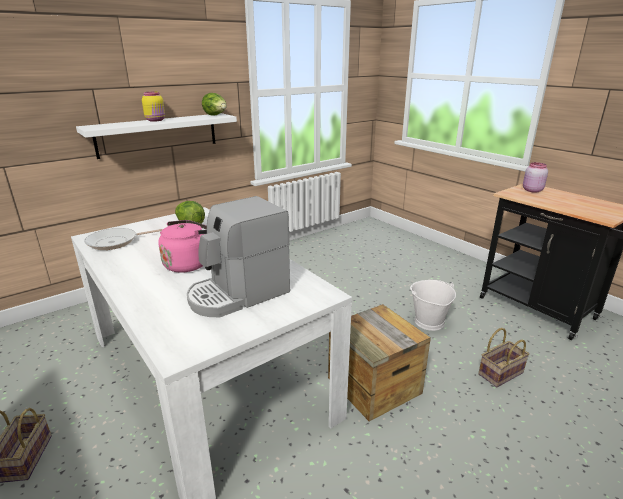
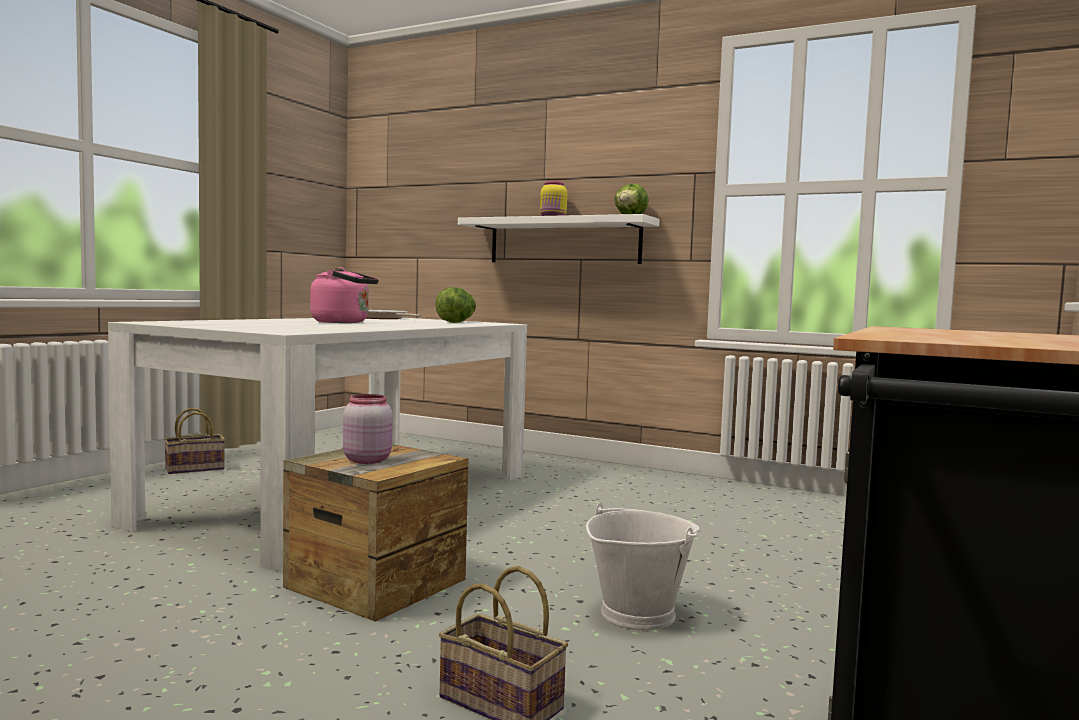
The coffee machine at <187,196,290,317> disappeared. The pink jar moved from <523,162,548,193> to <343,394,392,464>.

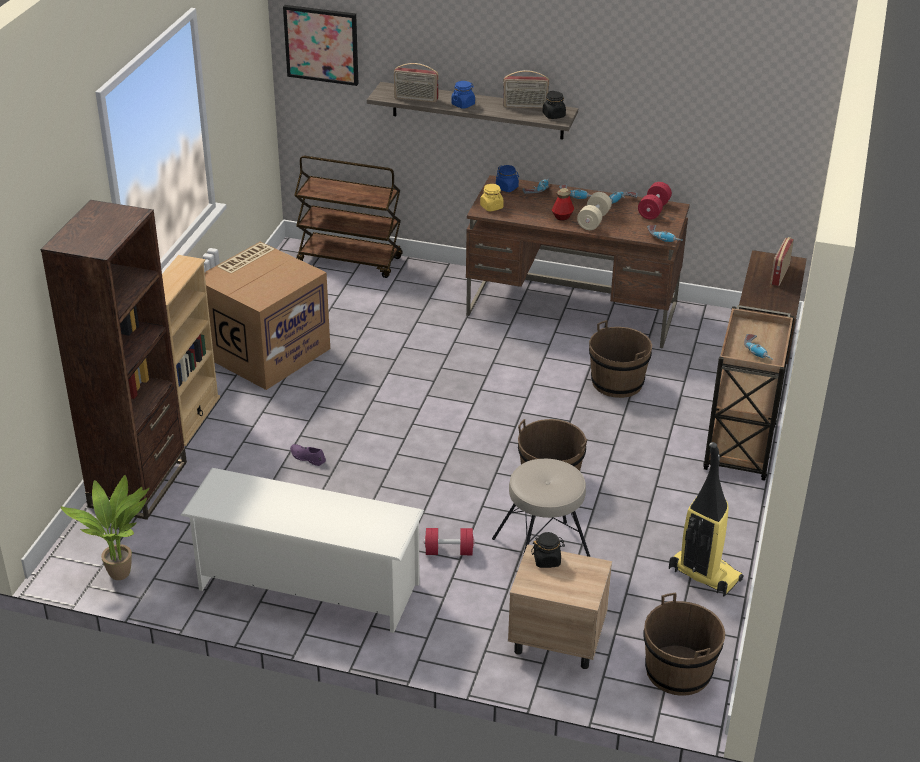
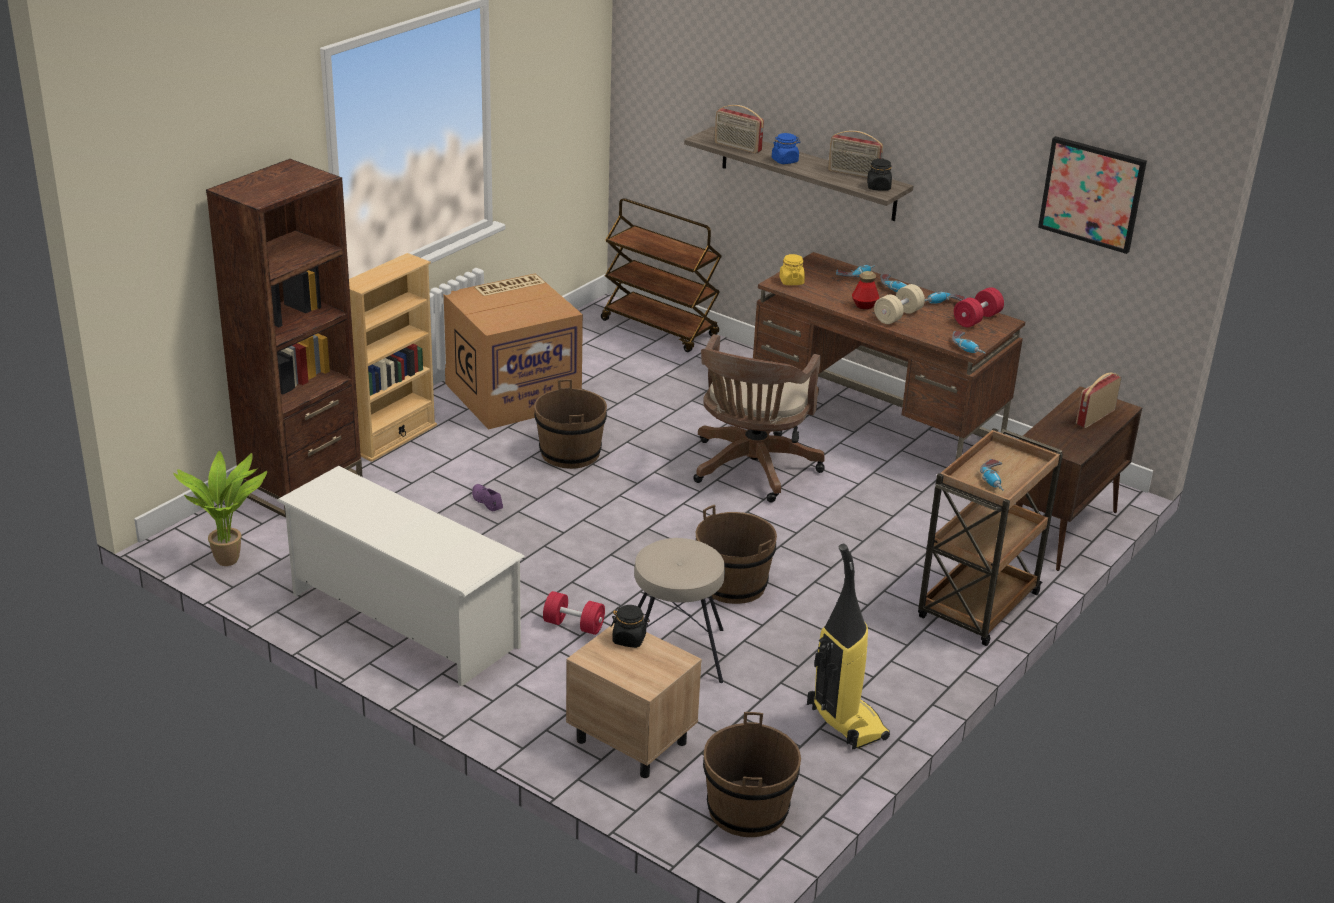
The blue jar at <496,165,519,192> disappeared. The brown office chair at <693,334,825,503> appeared. The picture moved from <283,5,358,86> to <1038,136,1147,254>. The brown bucket moved from <589,320,652,398> to <534,379,607,469>.

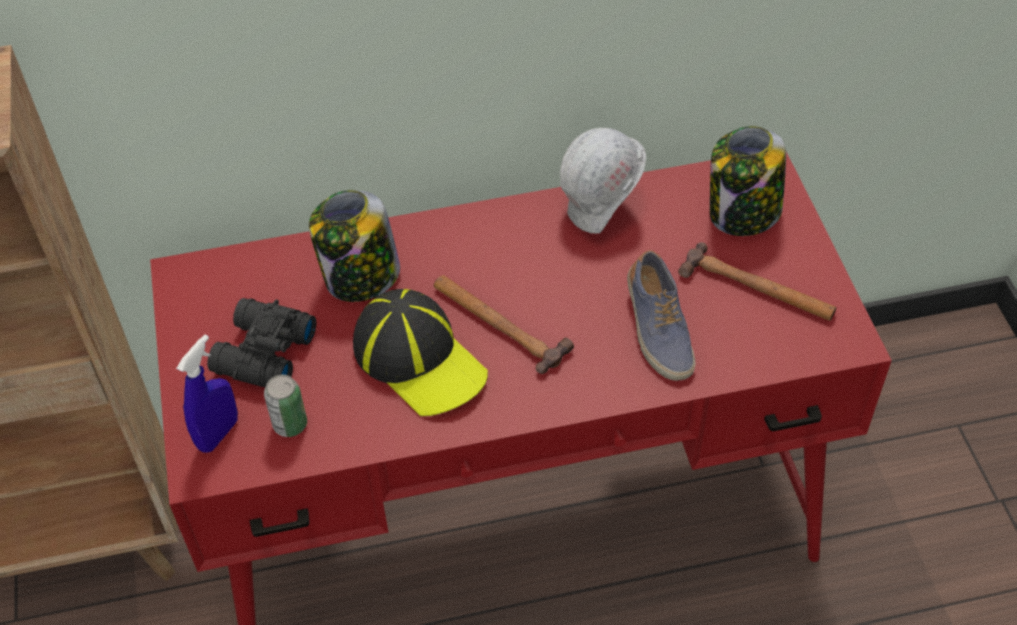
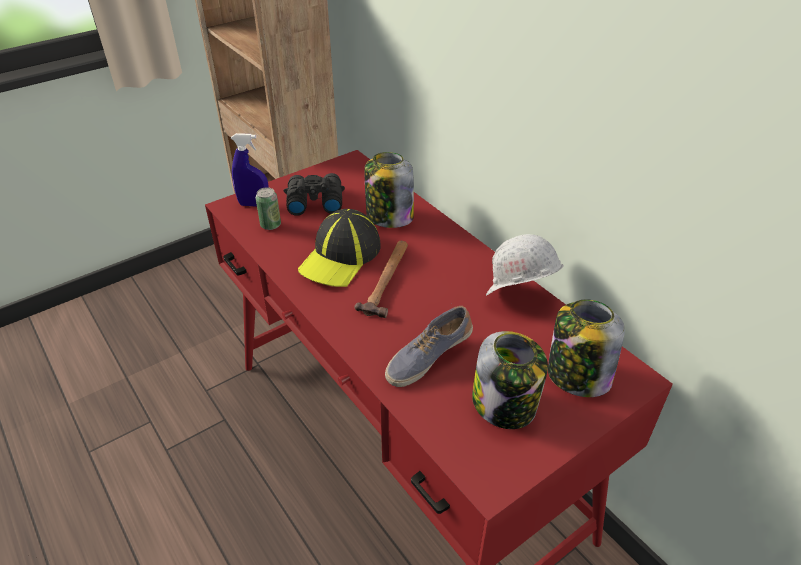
The hammer at <678,242,836,321> was replaced by the jar at <472,331,548,429>.

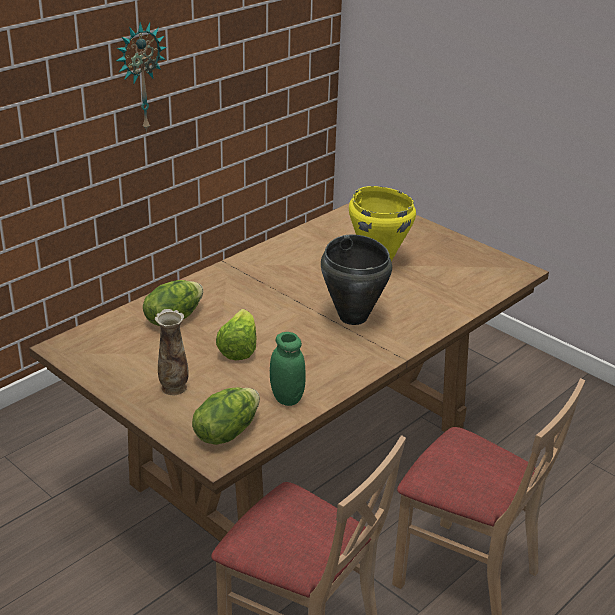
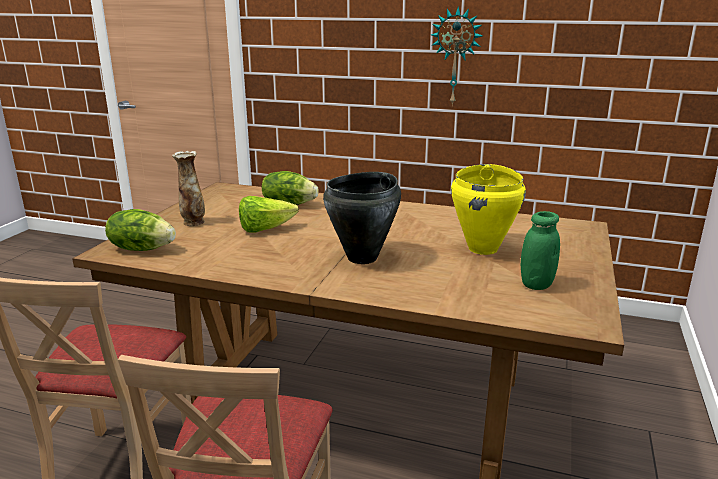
The green jar moved from <270,332,306,406> to <521,211,560,290>.

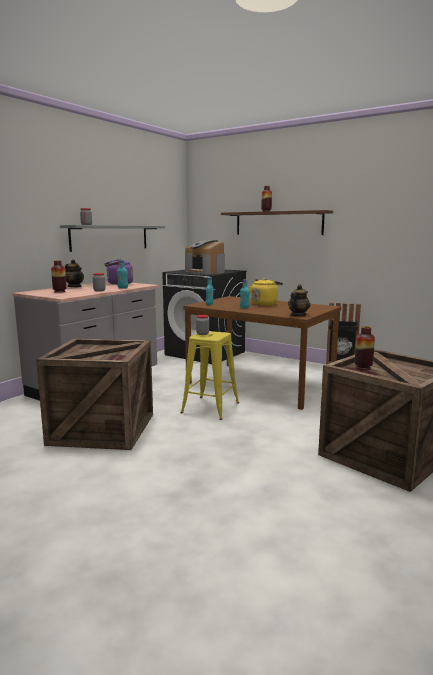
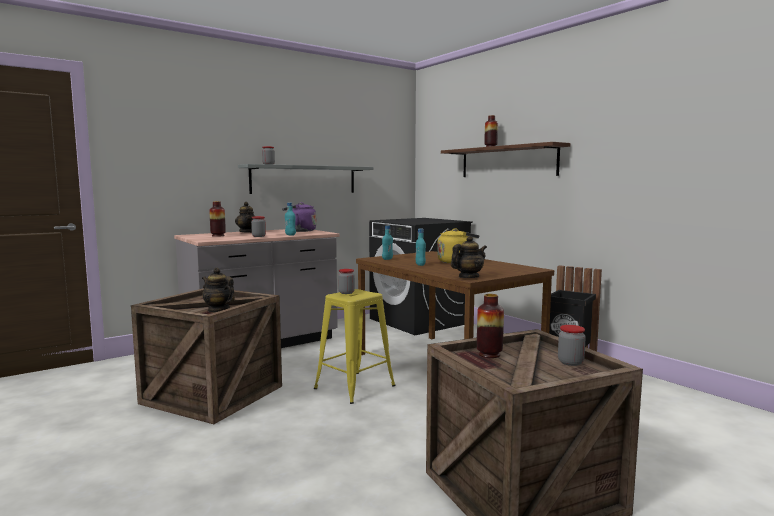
The coffee machine at <185,240,225,274> disappeared. The teapot at <202,268,235,313> appeared. The jar at <558,325,586,366> appeared.

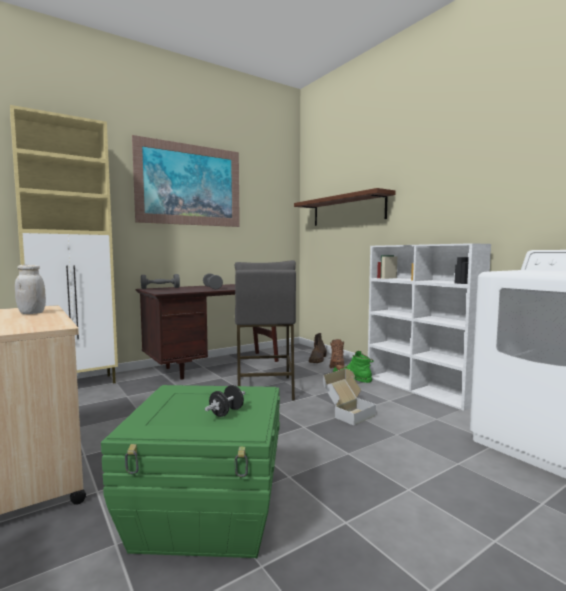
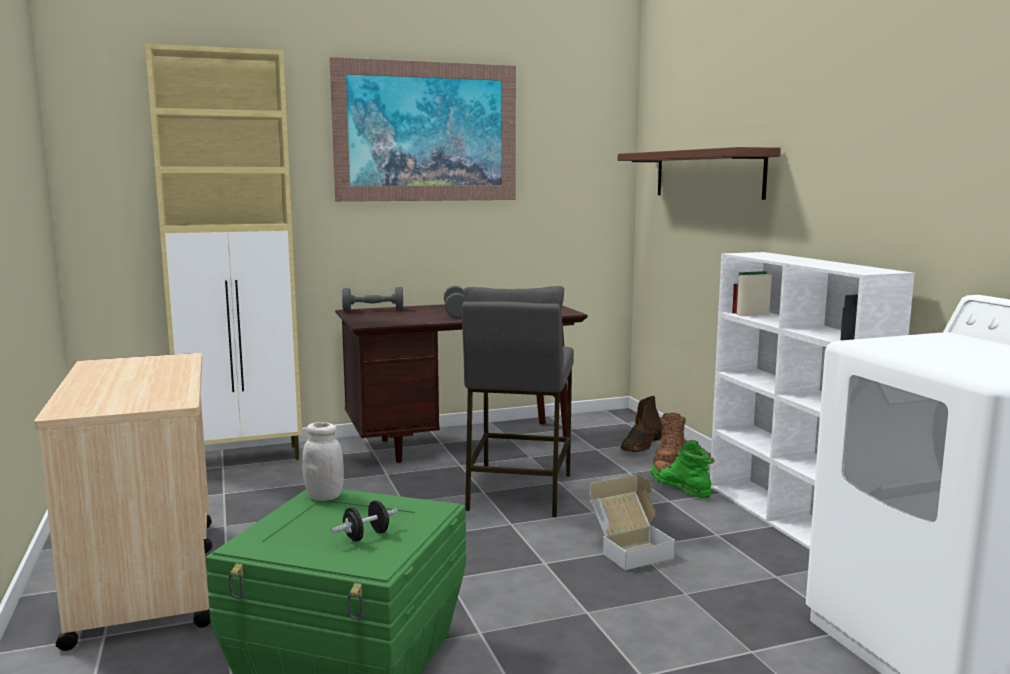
The white jar moved from <15,265,46,314> to <302,422,344,501>.

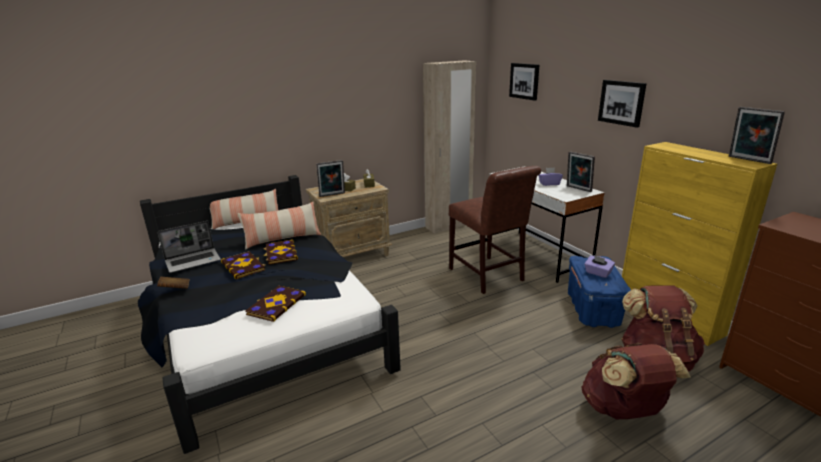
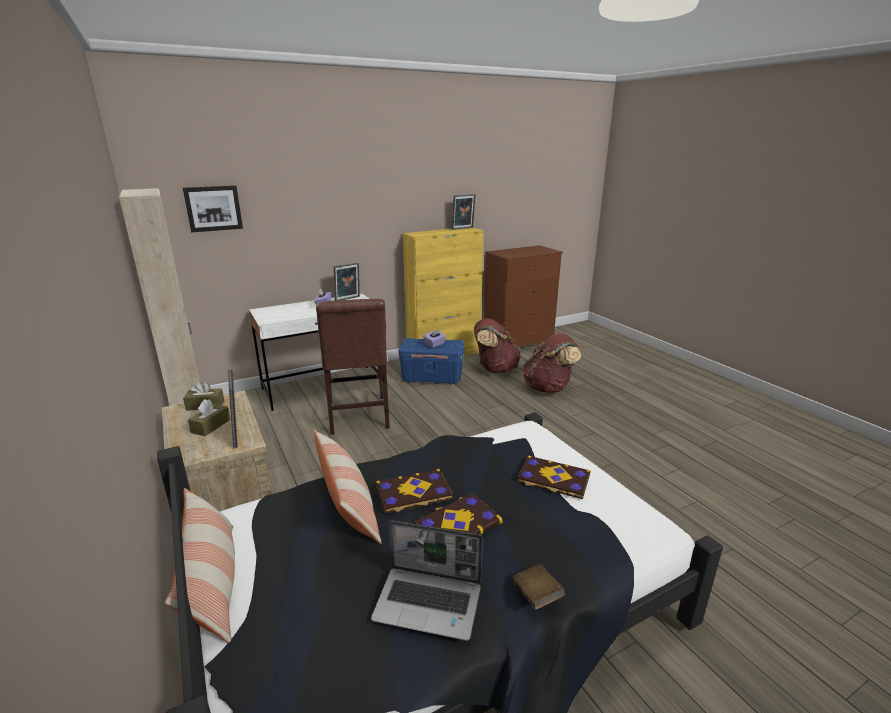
The picture at <598,80,647,128> disappeared. The laptop at <158,221,221,273> turned 135 degrees clockwise. The brown chair at <449,166,541,294> turned 105 degrees clockwise.

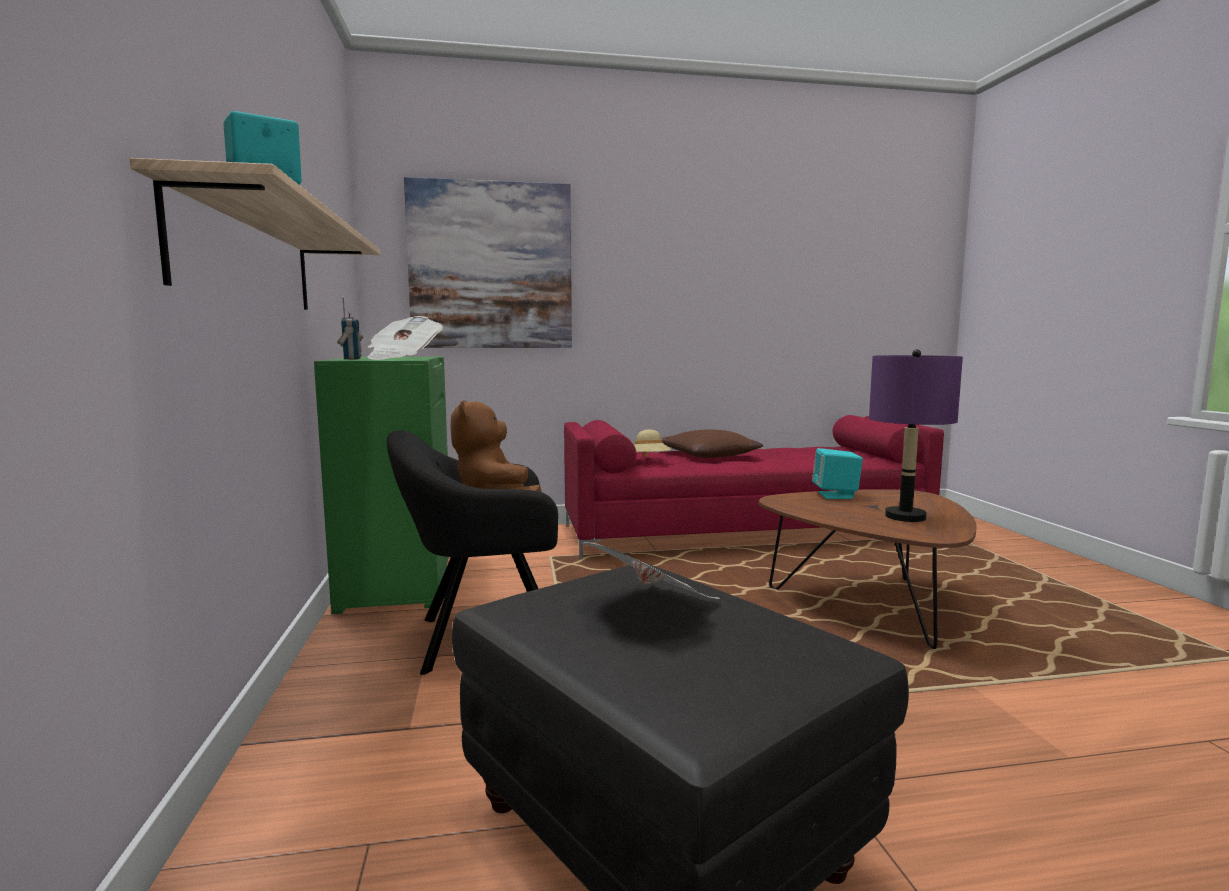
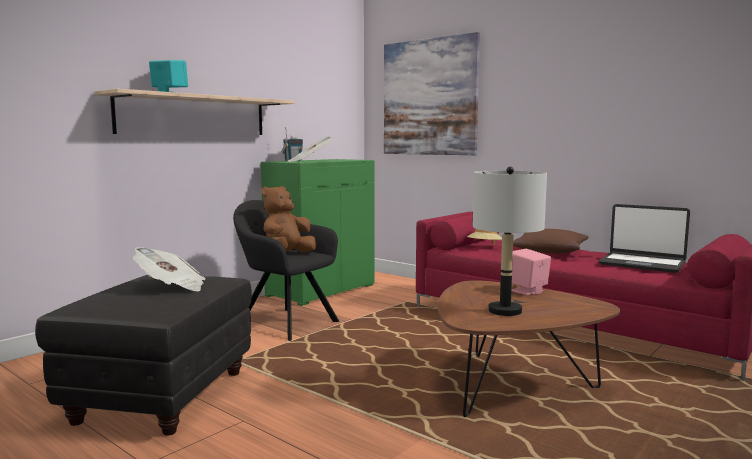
The laptop at <599,204,690,273> appeared. The turquoise speaker at <812,448,863,499> became the pink speaker at <512,249,551,295>. The purple table lamp at <869,349,963,522> became the grey table lamp at <473,167,547,316>.

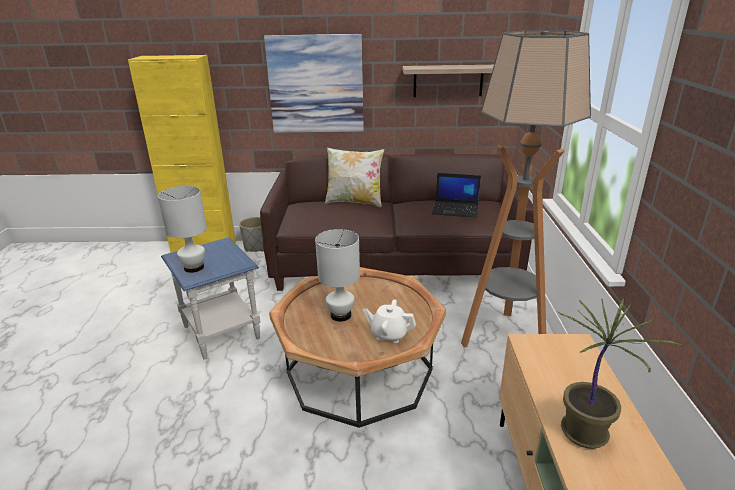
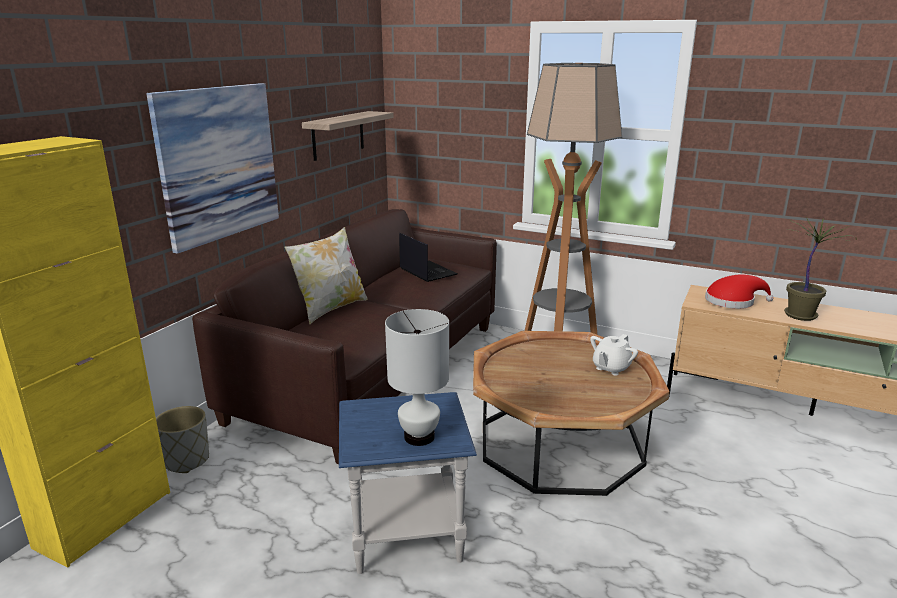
The white table lamp at <315,229,360,322> disappeared. The red hat at <705,274,773,309> appeared. The laptop at <432,173,481,218> turned 75 degrees counterclockwise.

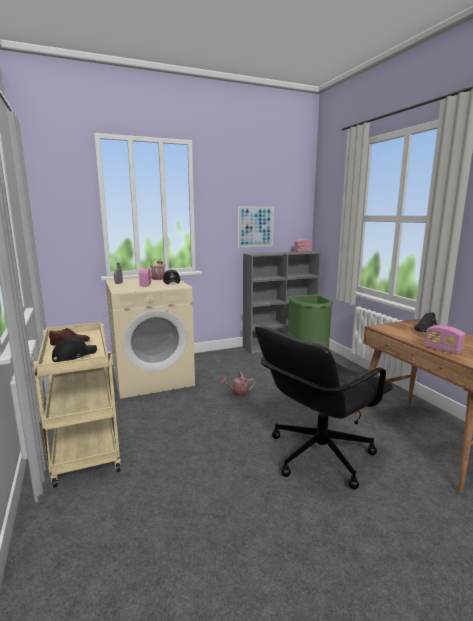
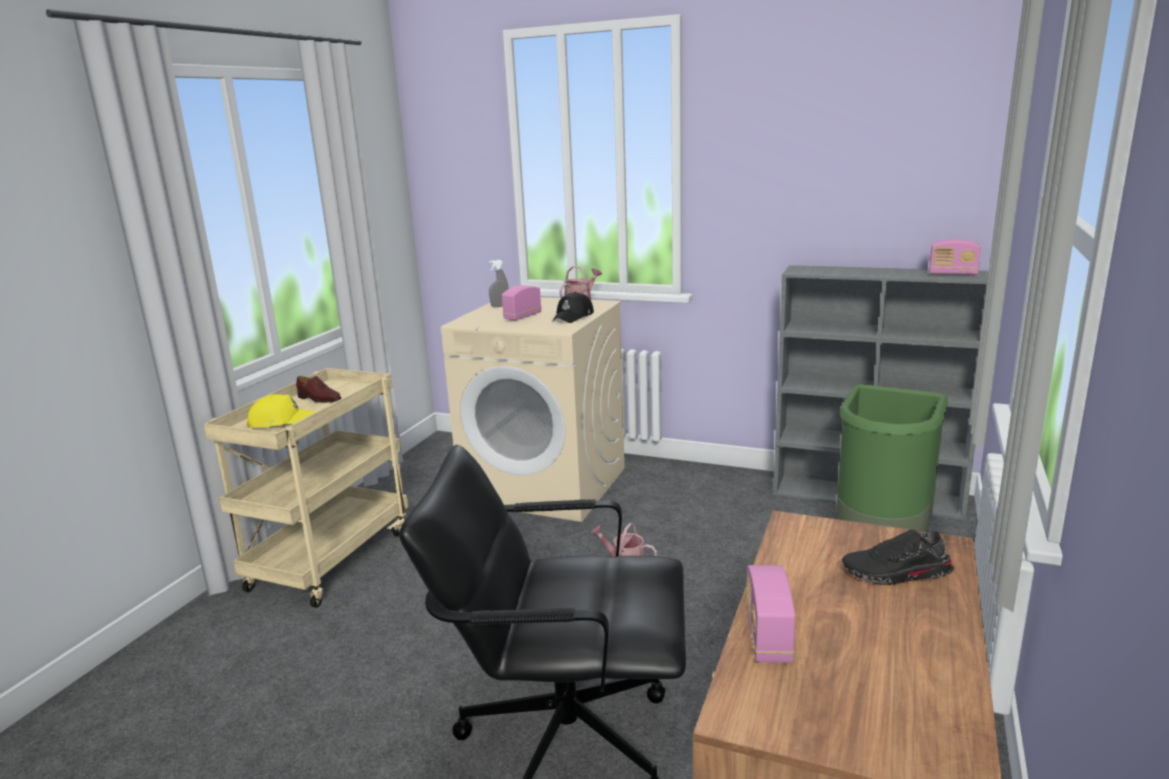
The picture at <238,206,274,247> disappeared. The black cap at <52,337,97,362> became the yellow cap at <247,394,316,428>.

